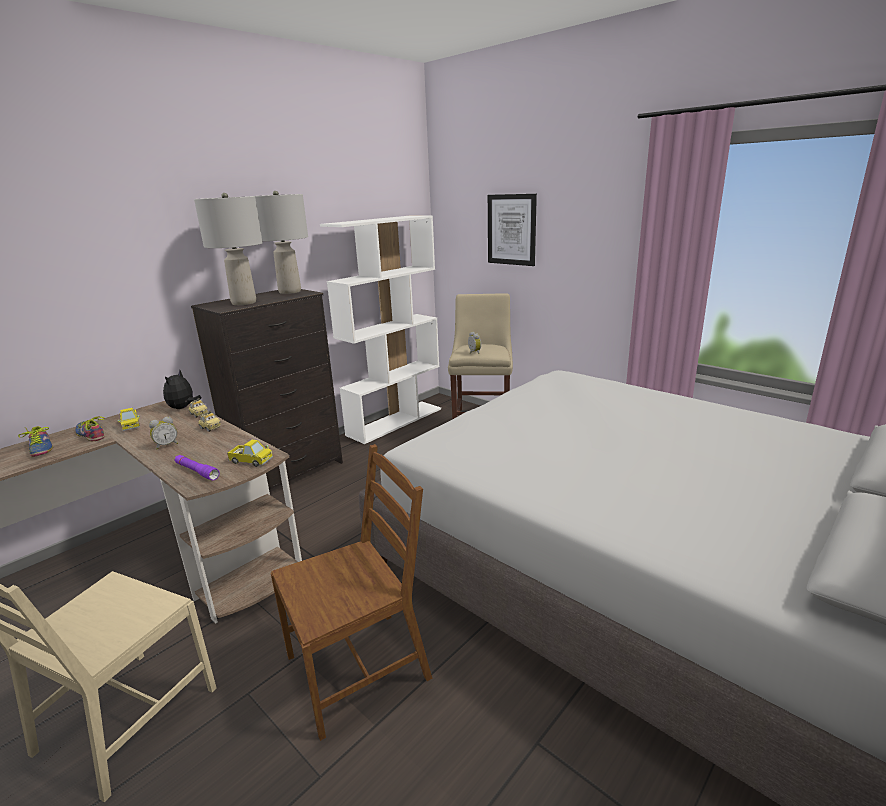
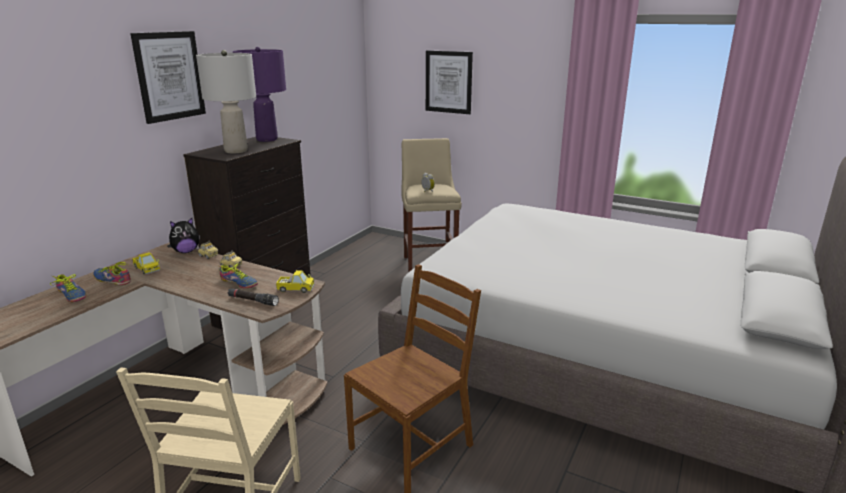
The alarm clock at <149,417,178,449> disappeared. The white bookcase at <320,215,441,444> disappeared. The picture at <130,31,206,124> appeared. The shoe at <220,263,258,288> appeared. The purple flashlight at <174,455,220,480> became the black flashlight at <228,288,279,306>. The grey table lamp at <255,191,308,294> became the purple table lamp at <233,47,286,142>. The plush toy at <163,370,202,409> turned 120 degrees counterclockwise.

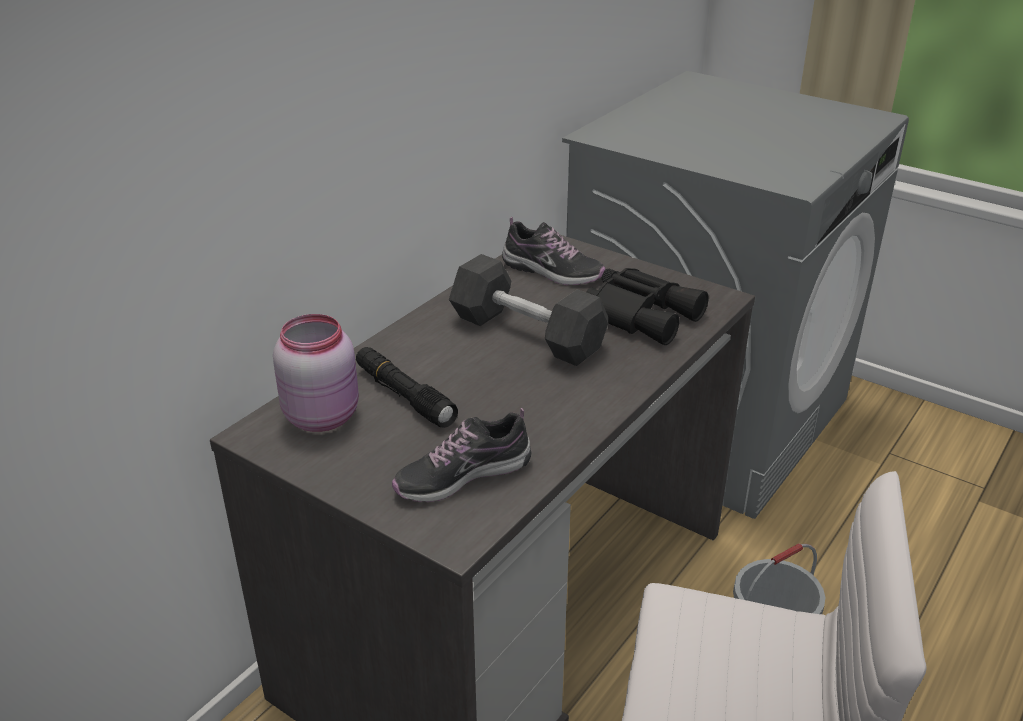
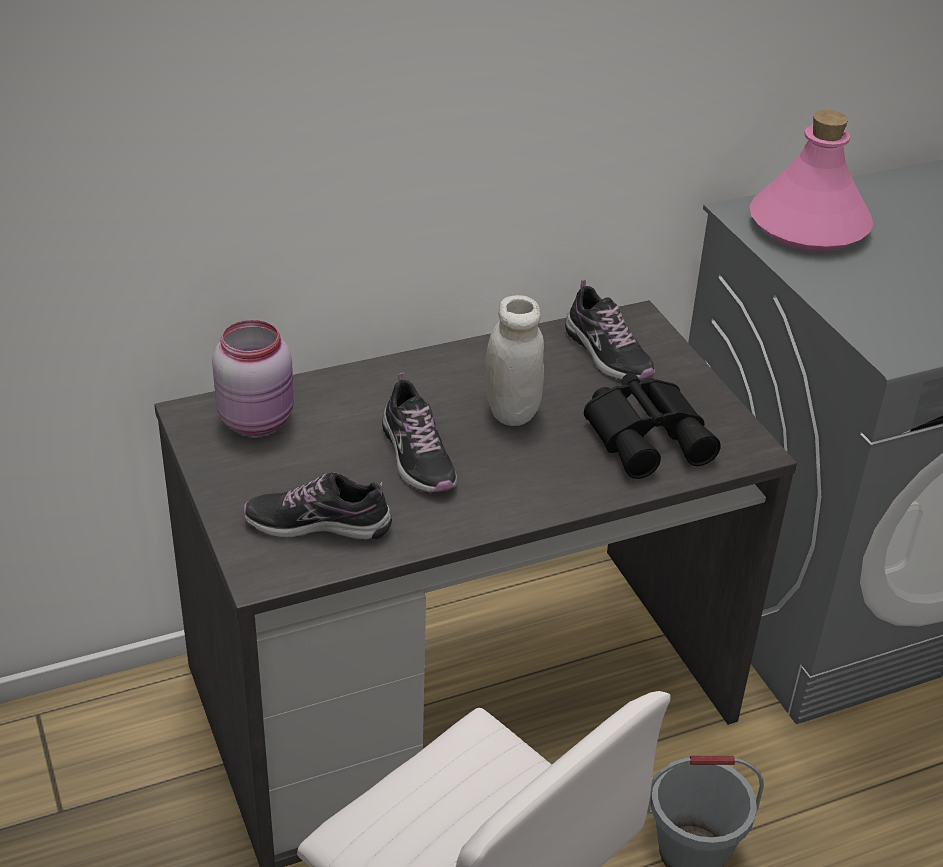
The black flashlight at <356,347,458,428> disappeared. The shoe at <382,373,457,493> appeared. The pink bottle at <750,110,873,251> appeared. The grey dumbbell at <449,254,608,366> was replaced by the white jar at <485,295,544,426>.

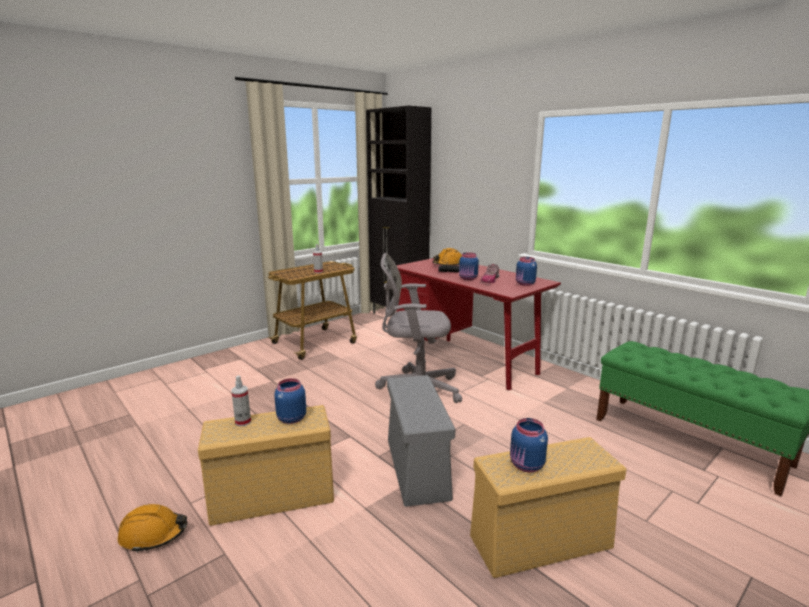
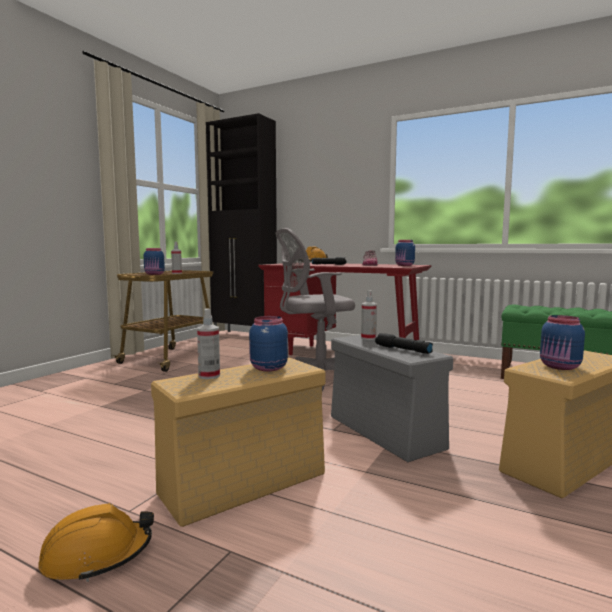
The spray bottle at <361,290,377,340> appeared. The black flashlight at <375,333,433,354> appeared. The blue jar moved from <459,252,479,280> to <144,248,165,275>.

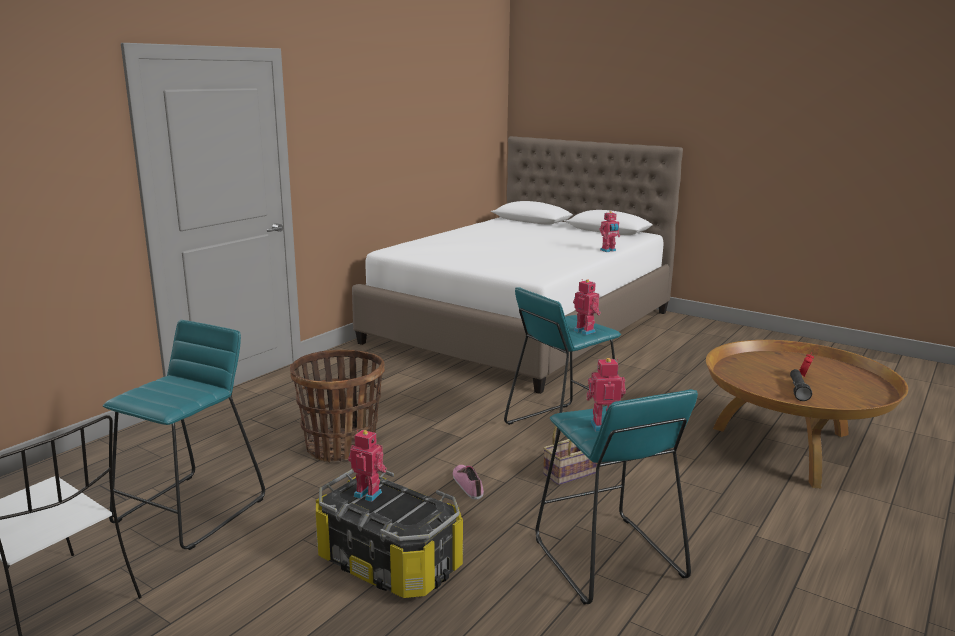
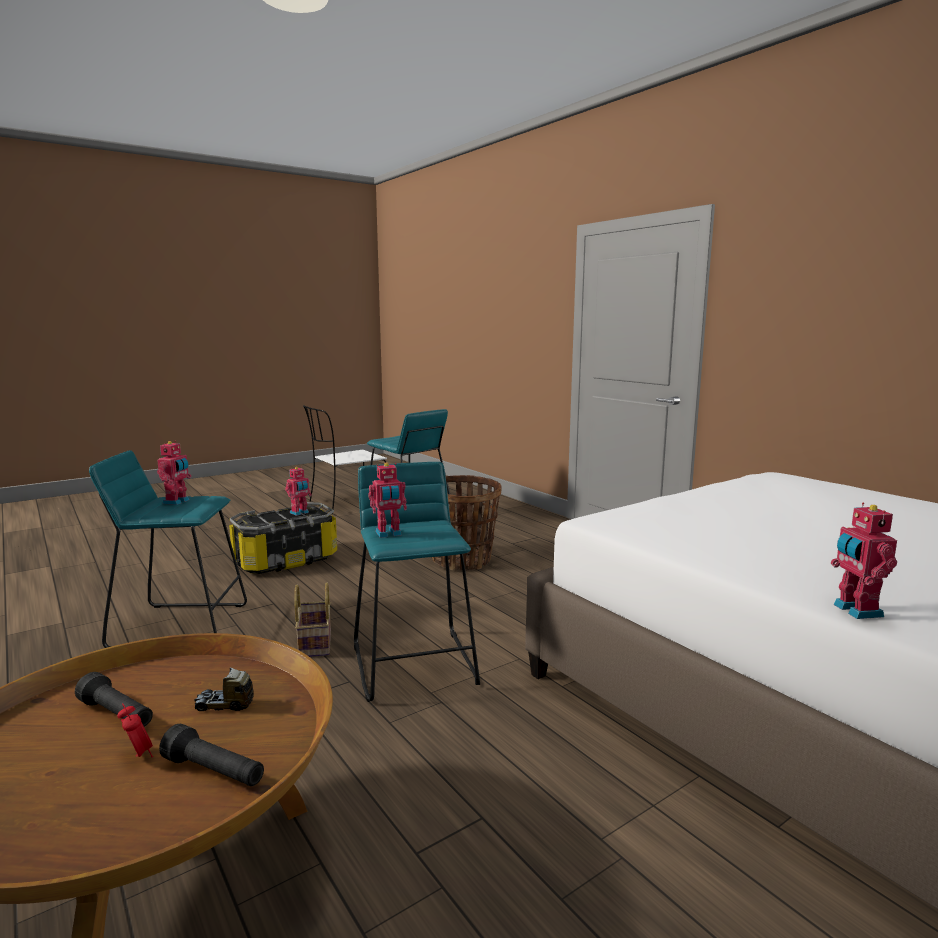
The shoe at <453,465,484,500> disappeared. The black flashlight at <159,724,264,786> appeared. The toy truck at <194,668,254,711> appeared.

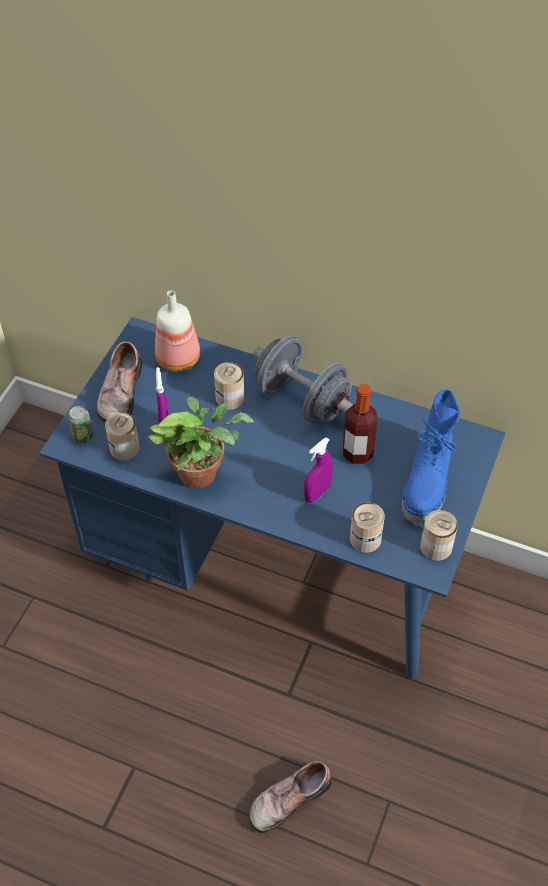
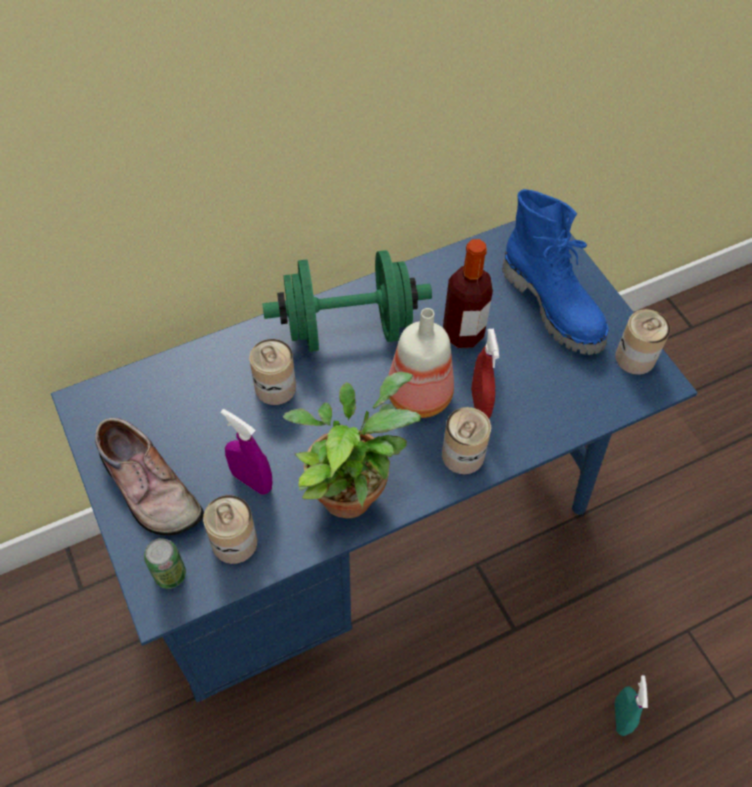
The bottle moved from <155,290,200,372> to <388,308,454,418>. The can moved from <350,502,385,553> to <442,407,491,474>. The shoe at <249,761,332,833> was replaced by the turquoise spray bottle at <615,675,648,736>. The grey dumbbell at <253,336,354,424> became the green dumbbell at <263,250,432,352>. The purple spray bottle at <304,437,333,503> became the red spray bottle at <471,329,499,418>.

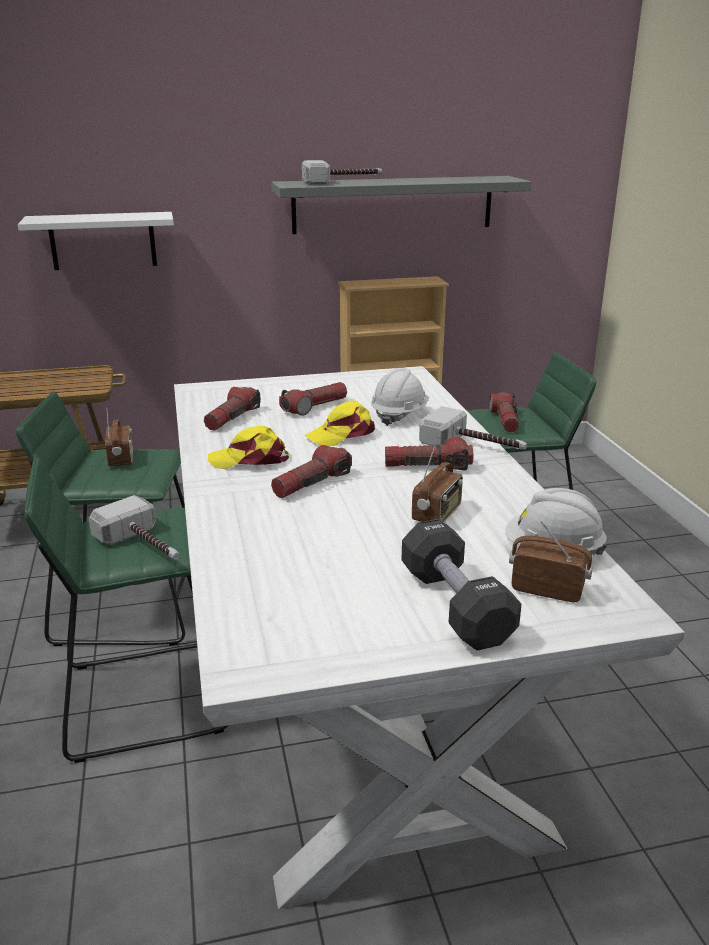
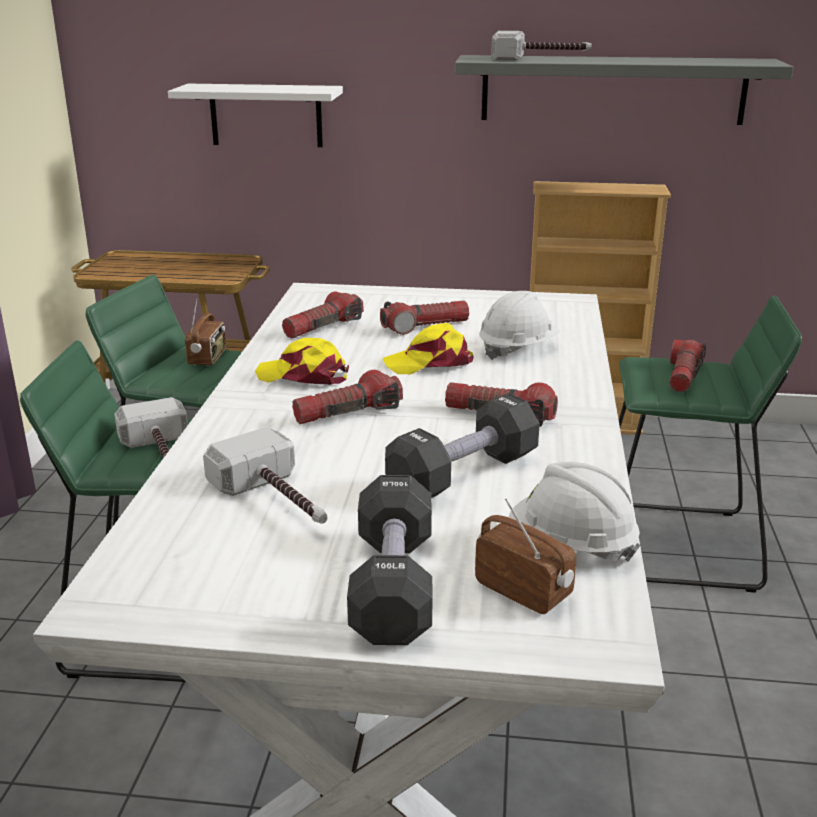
The hammer moved from <419,406,527,449> to <203,427,328,524>. The radio at <412,445,463,522> was replaced by the black dumbbell at <385,393,540,498>.

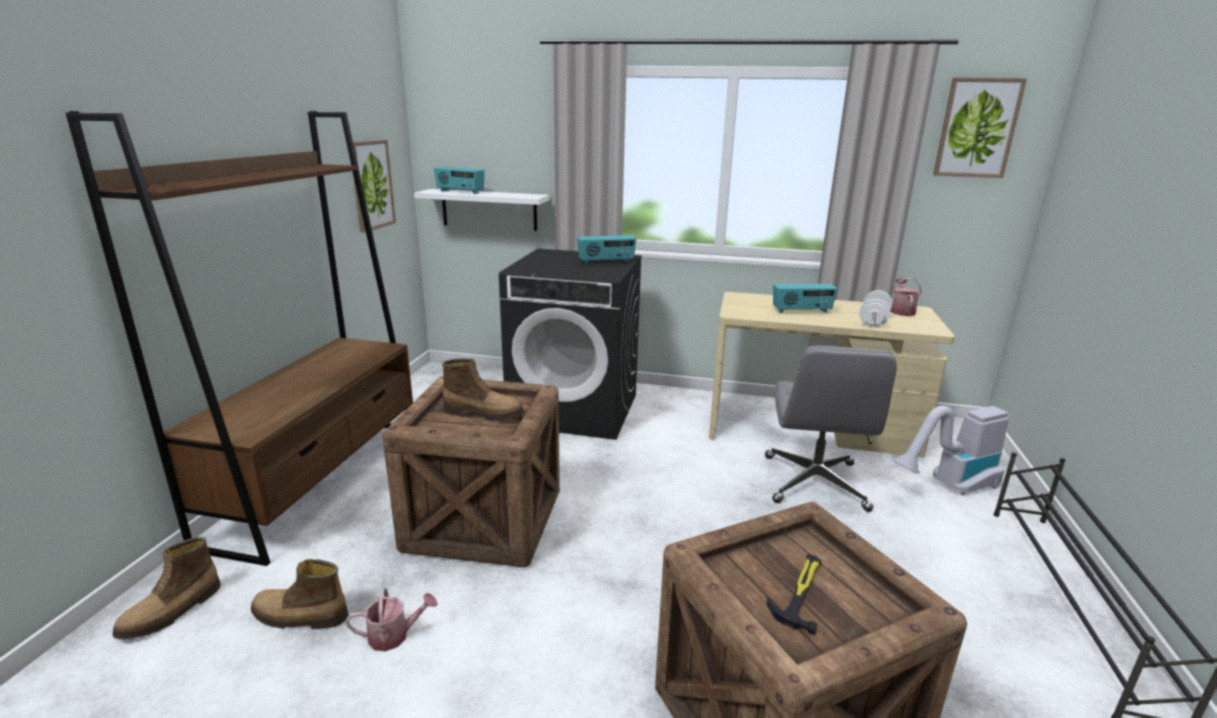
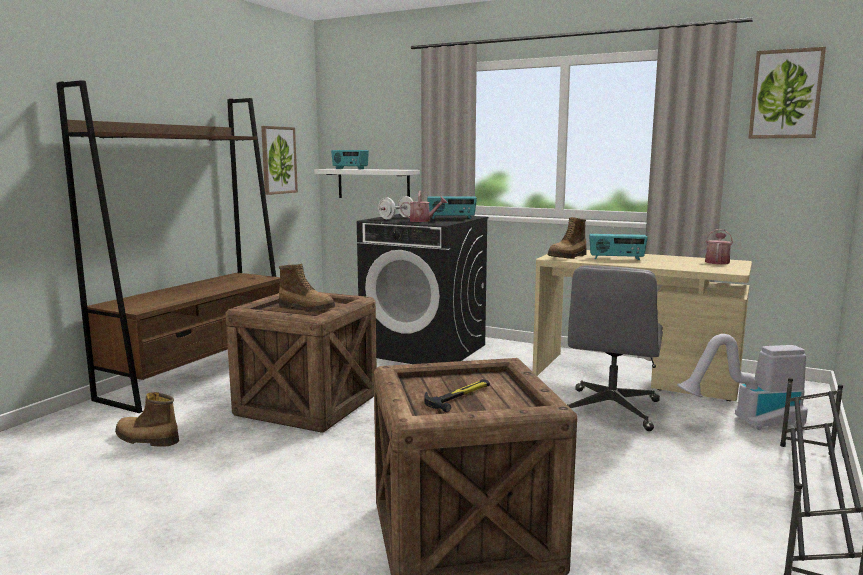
The boot moved from <113,537,221,639> to <547,217,587,259>. The watering can moved from <346,588,438,651> to <400,191,447,222>. The white dumbbell moved from <859,290,892,327> to <378,196,413,219>.

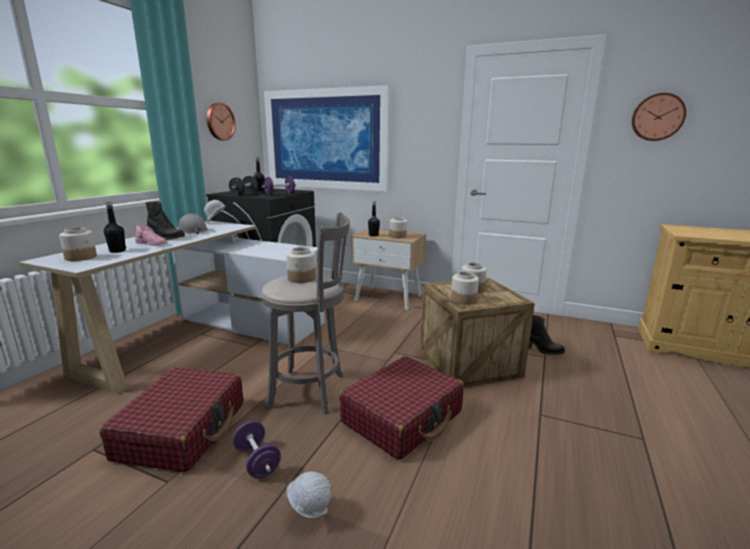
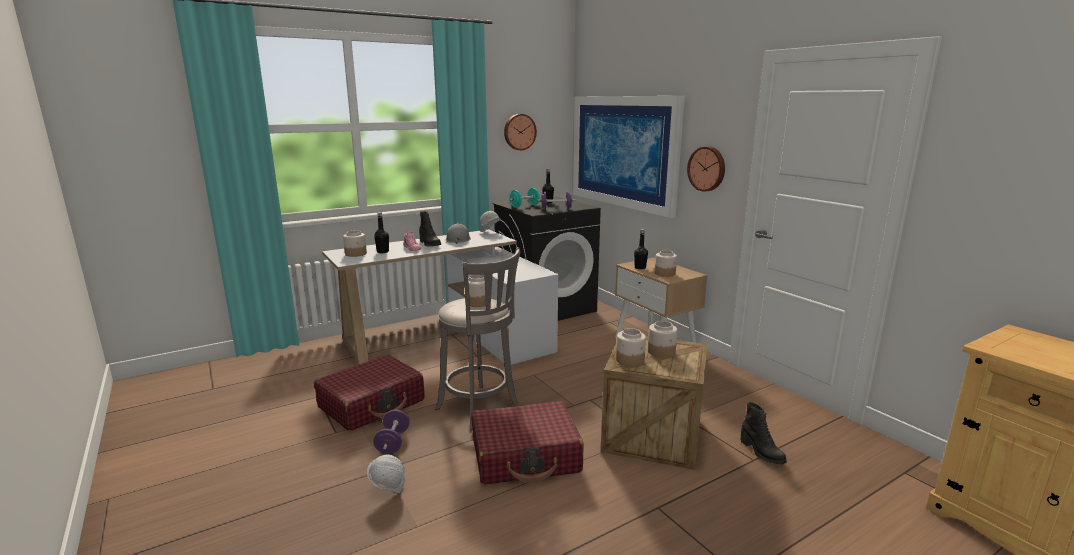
The wall clock moved from <632,93,686,141> to <687,146,725,192>. The black dumbbell at <229,176,258,196> became the turquoise dumbbell at <509,188,540,208>.

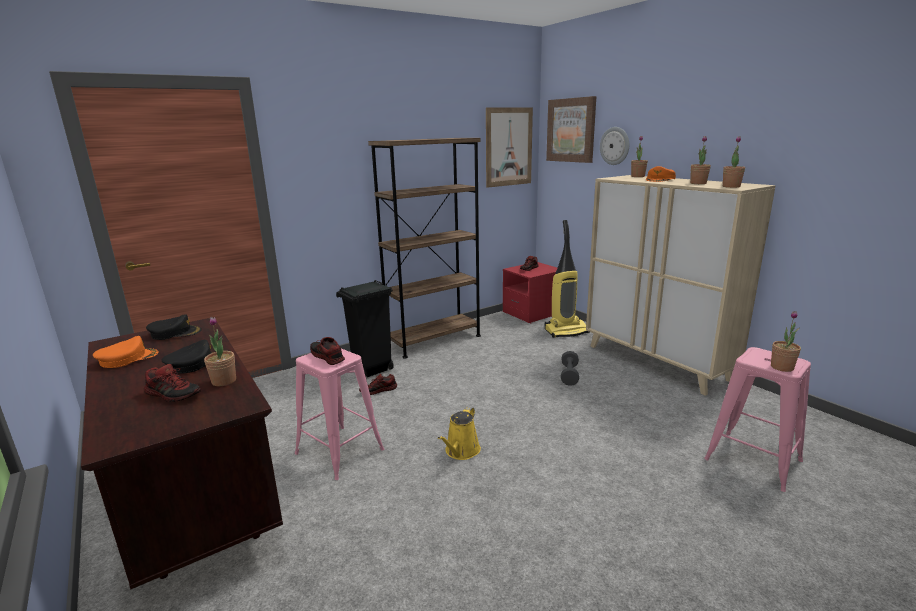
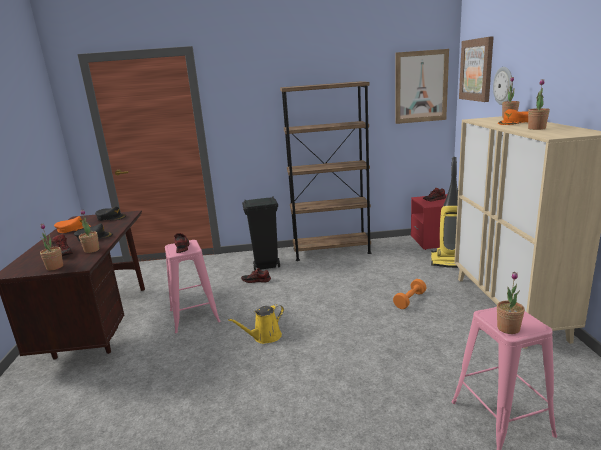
The potted plant moved from <723,136,745,188> to <39,223,63,270>. The grey dumbbell at <561,351,579,386> became the orange dumbbell at <393,279,426,309>.

